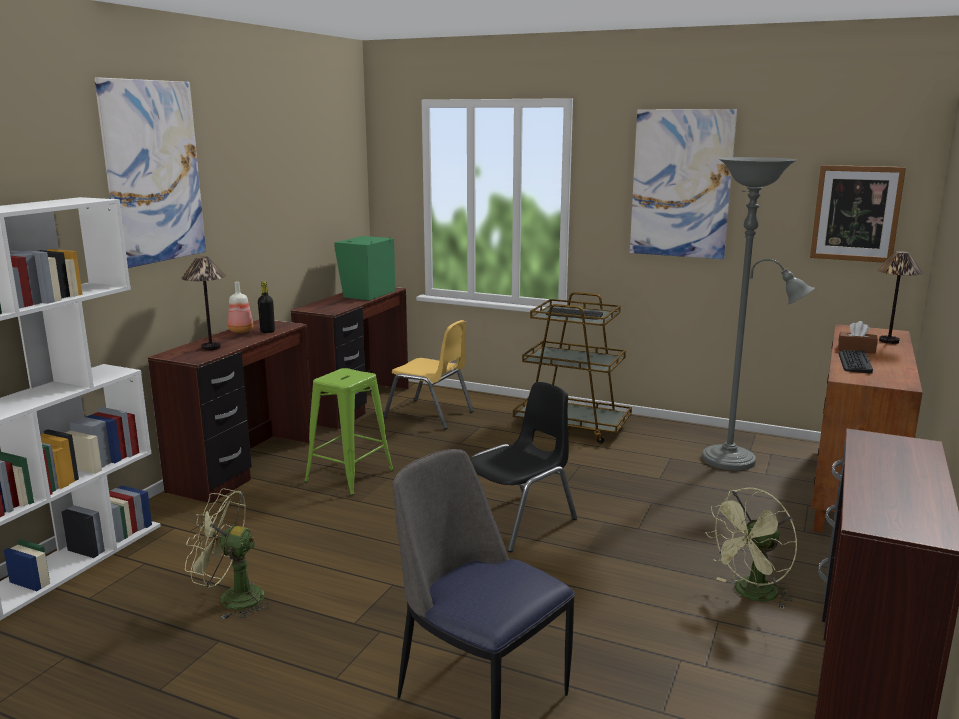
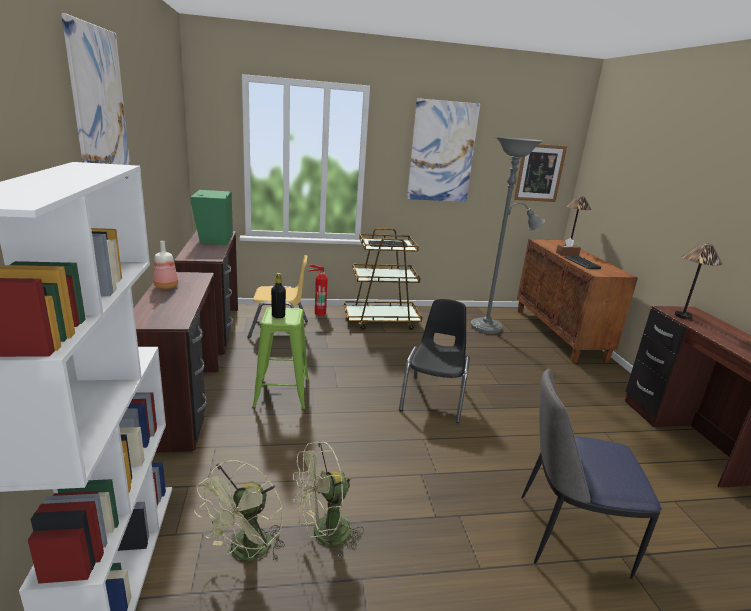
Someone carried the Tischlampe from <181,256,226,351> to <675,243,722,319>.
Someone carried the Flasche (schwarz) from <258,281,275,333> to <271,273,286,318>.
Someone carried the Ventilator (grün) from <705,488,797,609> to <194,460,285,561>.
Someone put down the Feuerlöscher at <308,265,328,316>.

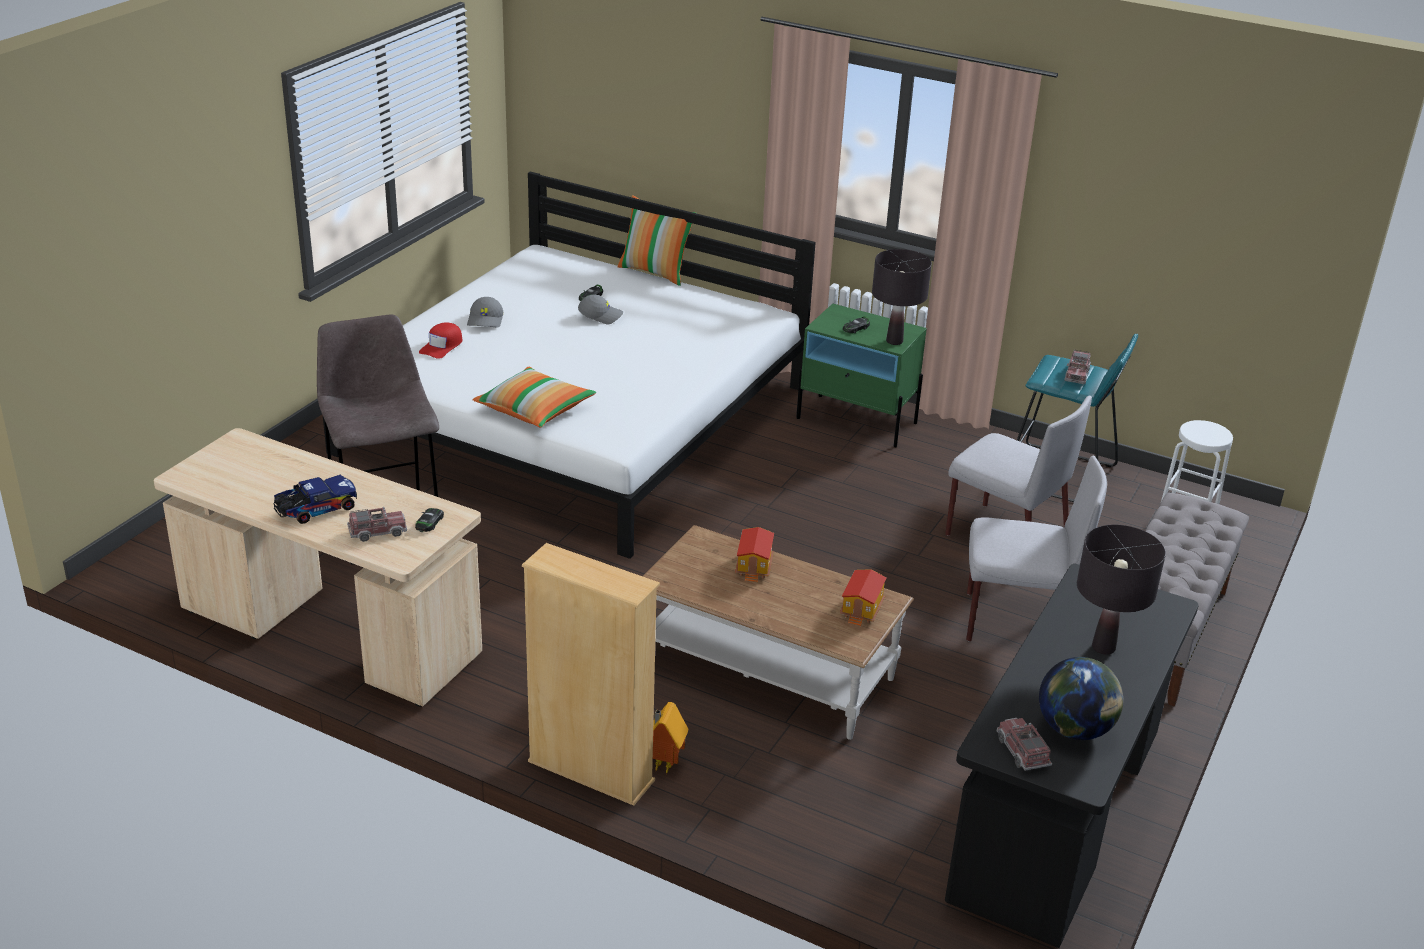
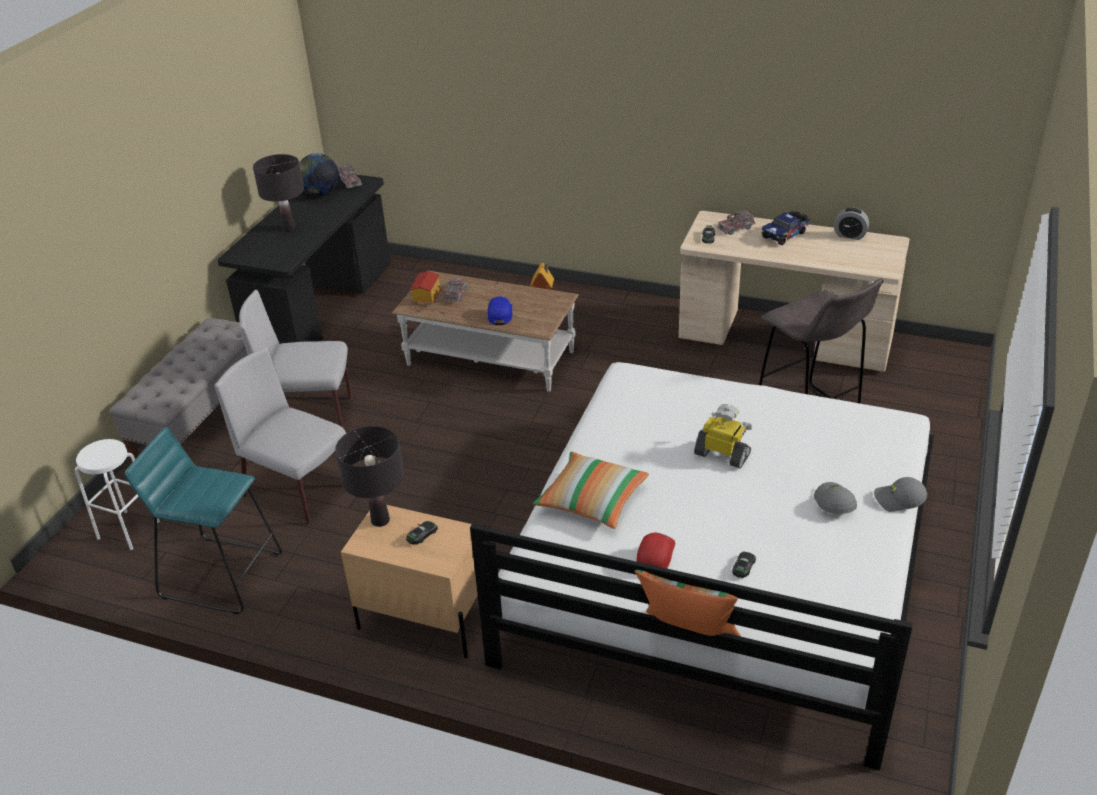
Someone carried the Kappe (rot) from <419,322,462,359> to <636,532,675,568>.
Someone carried the Kissen from <473,367,596,428> to <533,452,649,529>.
Someone took away the Bücherregal (beige) at <522,543,660,806>.
Someone carried the Kappe (grau) from <578,295,623,325> to <874,477,927,512>.
Someone swapped the Spielzeughaus at <735,527,774,582> for the Kappe (blau) at <488,296,512,325>.
Someone repainted the Nachttisch (grün) at <796,304,927,447>, which became the Nachttisch (beige) at <341,505,478,658>.
Someone carried the Spielzeuglaster from <1065,350,1091,384> to <443,278,467,301>.
Someone put down the Spielzeugroboter at <694,404,752,468>.
Someone put down the Wecker at <834,208,869,240>.

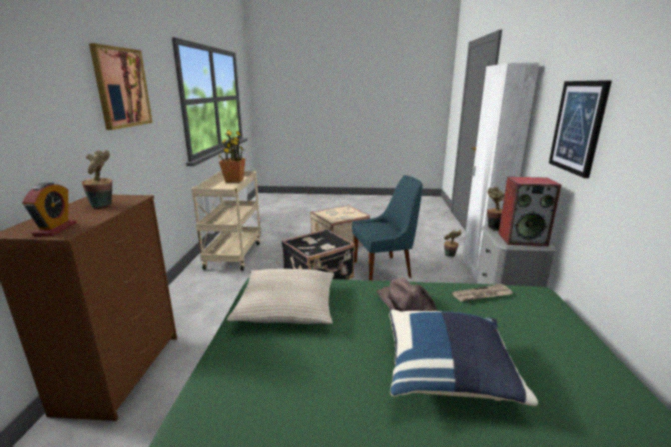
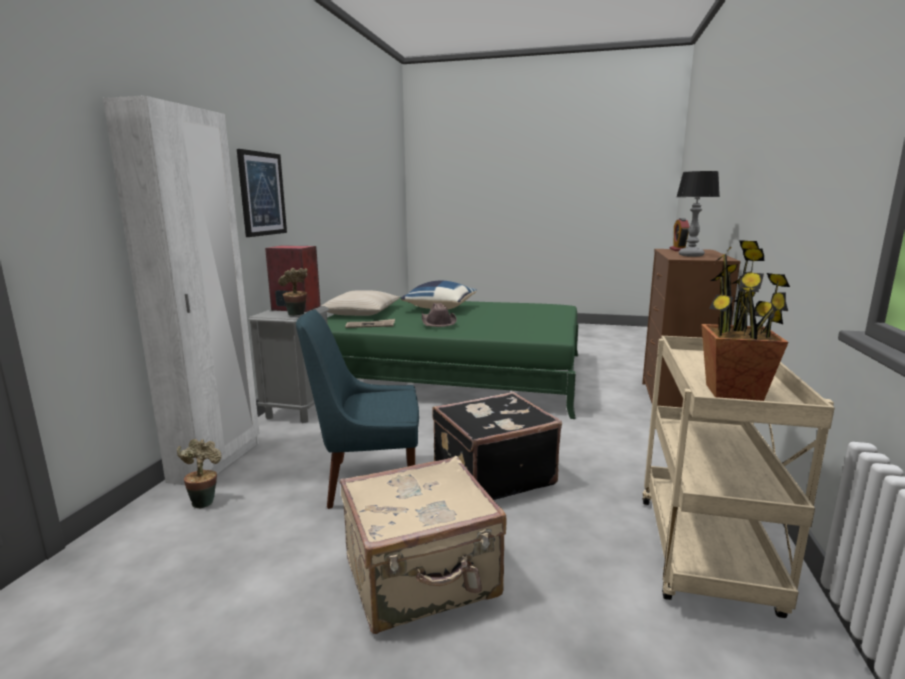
Someone swapped the Topfpflanze at <82,150,112,208> for the Tischlampe at <677,171,720,257>.
Someone took away the Bild at <89,43,153,130>.
Someone carried the Kissen (beige) from <227,269,334,324> to <321,290,400,316>.

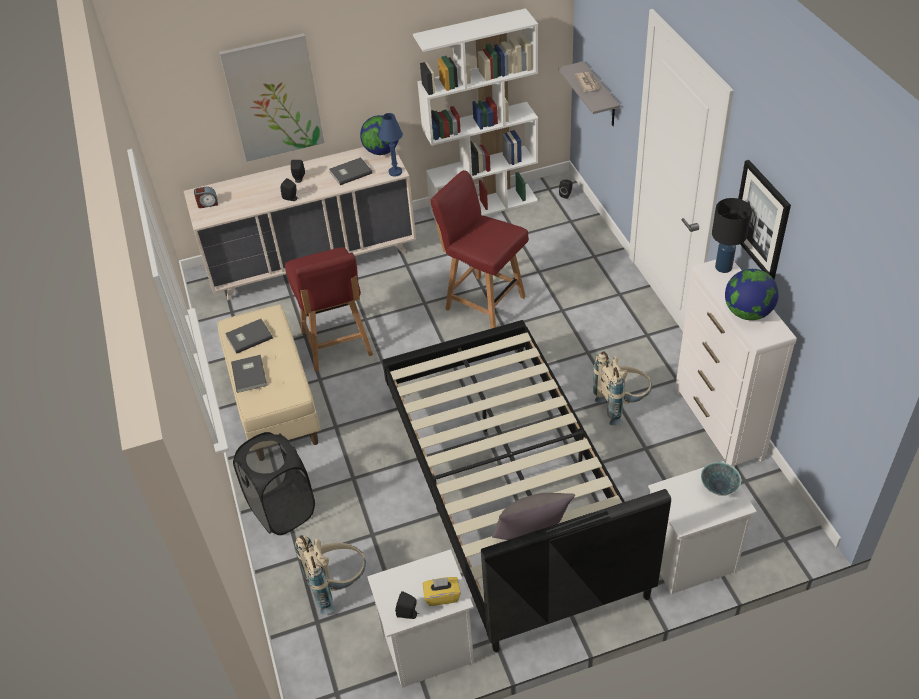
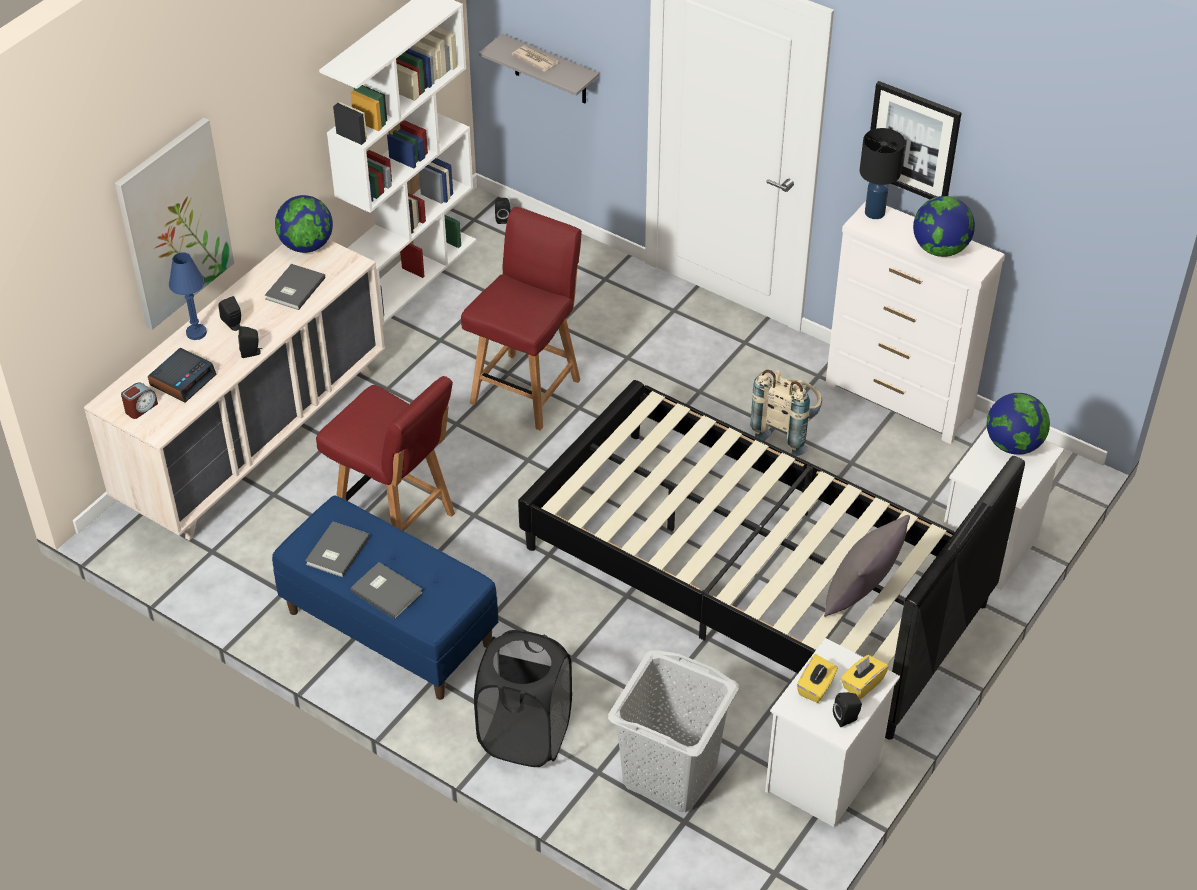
Someone repainted the Bank (beige) at <217,305,320,445>, which became the Bank (blau) at <272,495,498,700>.
Someone swapped the Rucksack (beige) at <295,535,366,615> for the Wäschekorb (grau) at <608,649,739,812>.
Someone carried the Tischlampe (blau) from <379,113,403,176> to <169,252,207,340>.
Someone rotated the Stuhl (rot) at <430,170,529,329> by 120 degrees clockwise.
Someone swapped the Schüssel at <701,462,741,496> for the Globus at <987,393,1050,455>.
Someone put down the Wecker at <148,348,216,403>.
Someone put down the Taschentuchbox (gelb) at <797,654,838,703>.

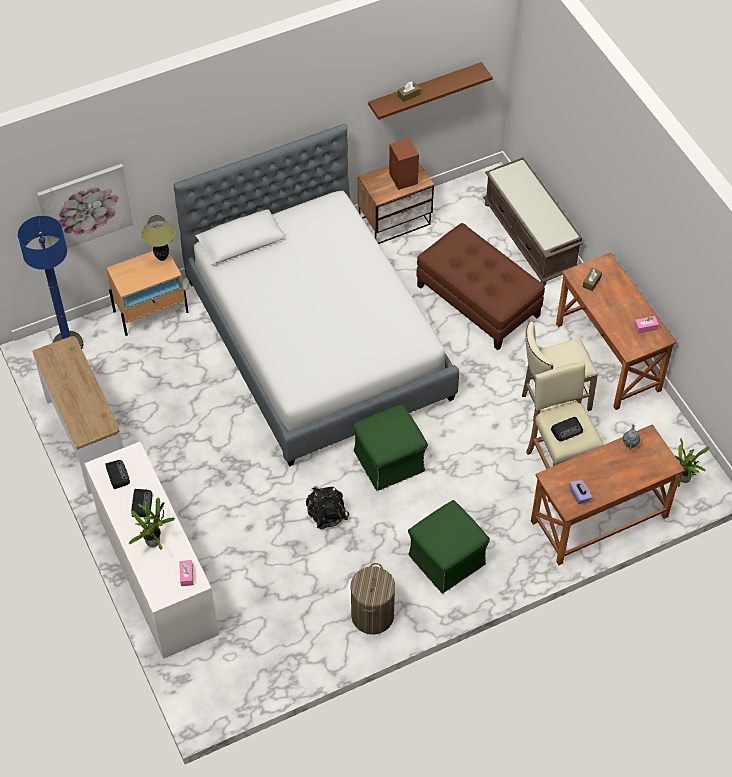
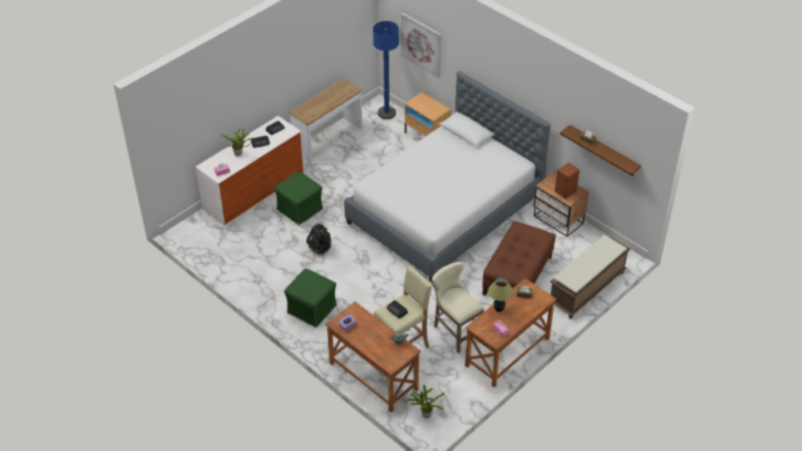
Someone carried the Tischlampe from <141,215,175,261> to <488,278,513,312>.
Someone took away the Wäschekorb at <351,563,395,634>.
Someone carried the Polsterhocker (grün) from <352,404,428,491> to <274,171,323,225>.

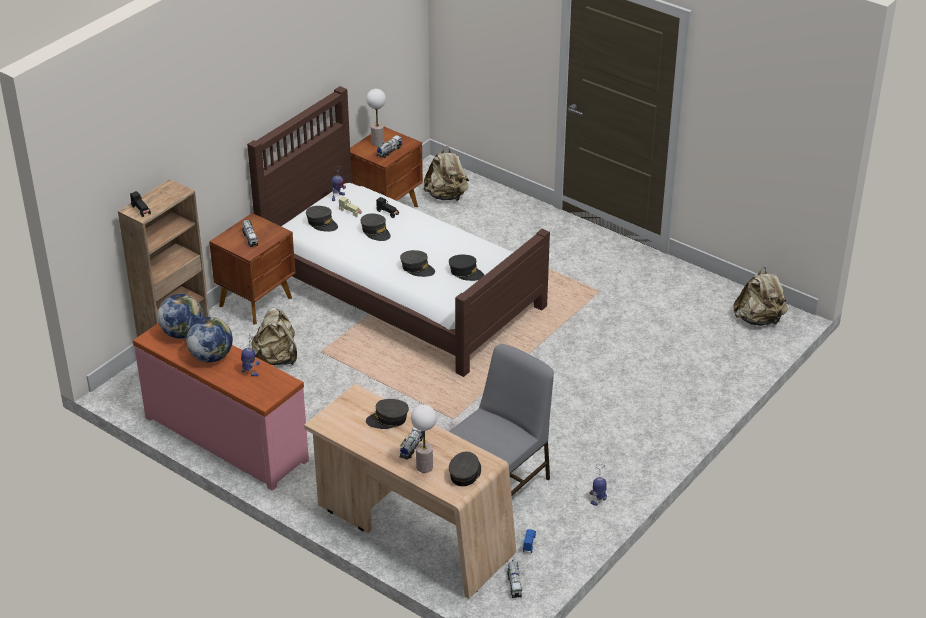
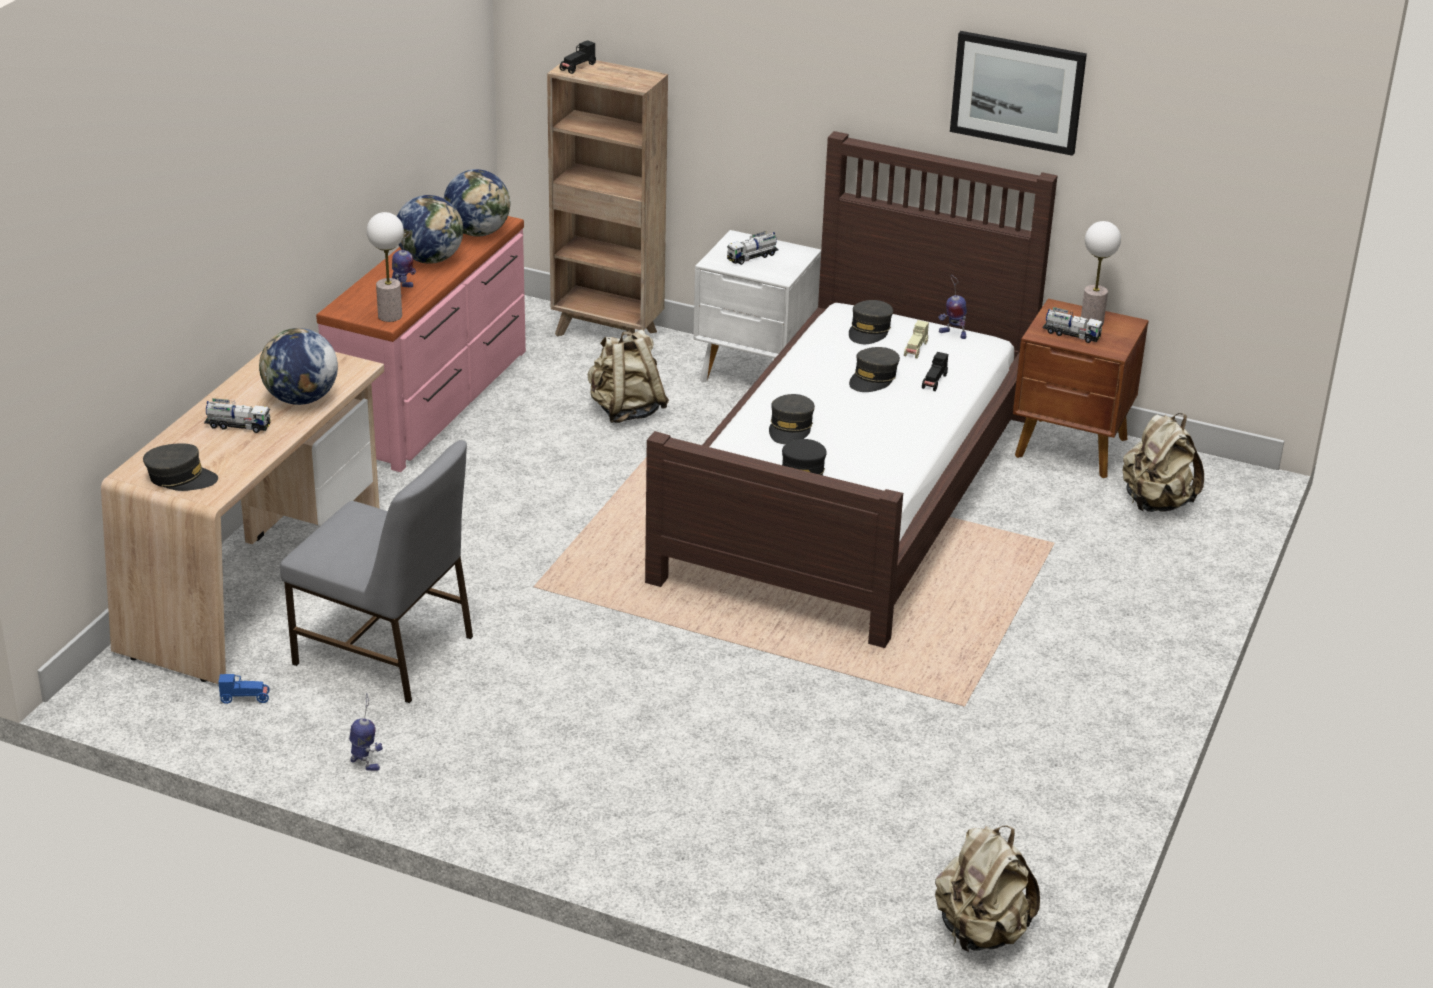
Someone repainted the Nachttisch (braun) at <209,213,296,324>, which became the Nachttisch (weiß) at <693,230,821,382>.
Someone swapped the Kappe (grau) at <366,399,409,429> for the Globus at <259,328,338,405>.
Someone carried the Tischlampe from <411,405,437,473> to <367,212,404,322>.
Someone took away the Spielzeuglaster at <507,560,522,598>.
Someone put up the Bild at <950,31,1087,156>.

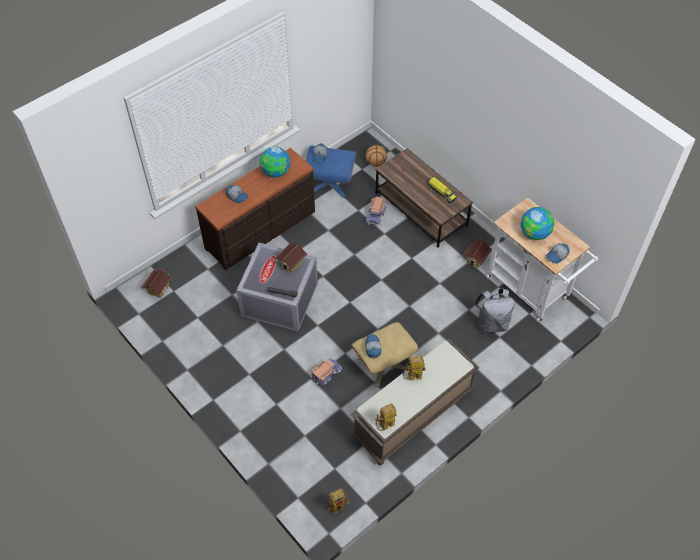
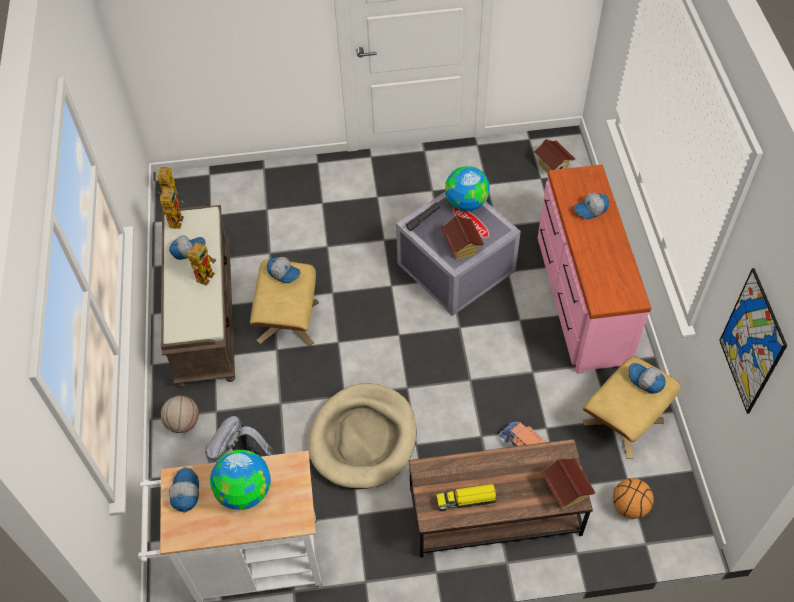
Someone repainted the Kommode (braun) at <195,148,315,270>, which became the Kommode (rosa) at <538,165,651,374>.
Someone carried the Globus from <260,147,290,177> to <445,166,490,211>.
Someone repainted the Polsterhocker (blau) at <306,146,357,198>, which became the Polsterhocker (beige) at <582,356,680,459>.
Someone took away the Spielzeuglaster at <311,359,342,386>.
Someone carried the Spielzeughaus from <463,240,492,268> to <541,457,595,509>.
Someone put down the Basketball at <161,396,199,433>.
Someone put down the Kappe at <169,235,205,260>.
Someone put down the Hundebett (beige) at <308,383,417,489>.
Someone put up the Bild at <719,268,787,414>.

